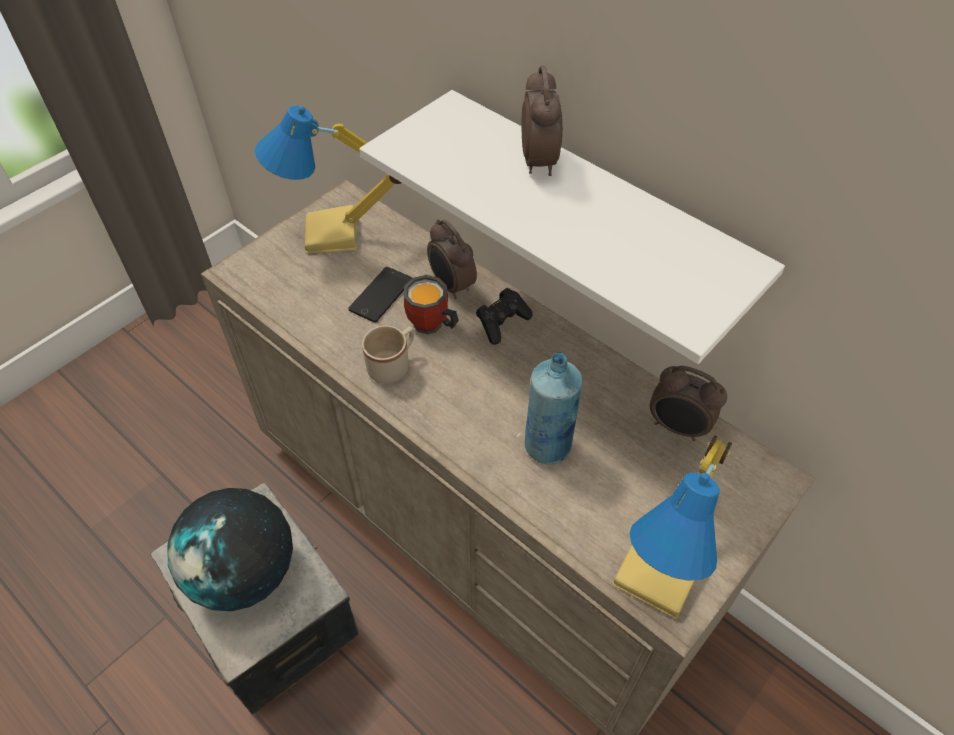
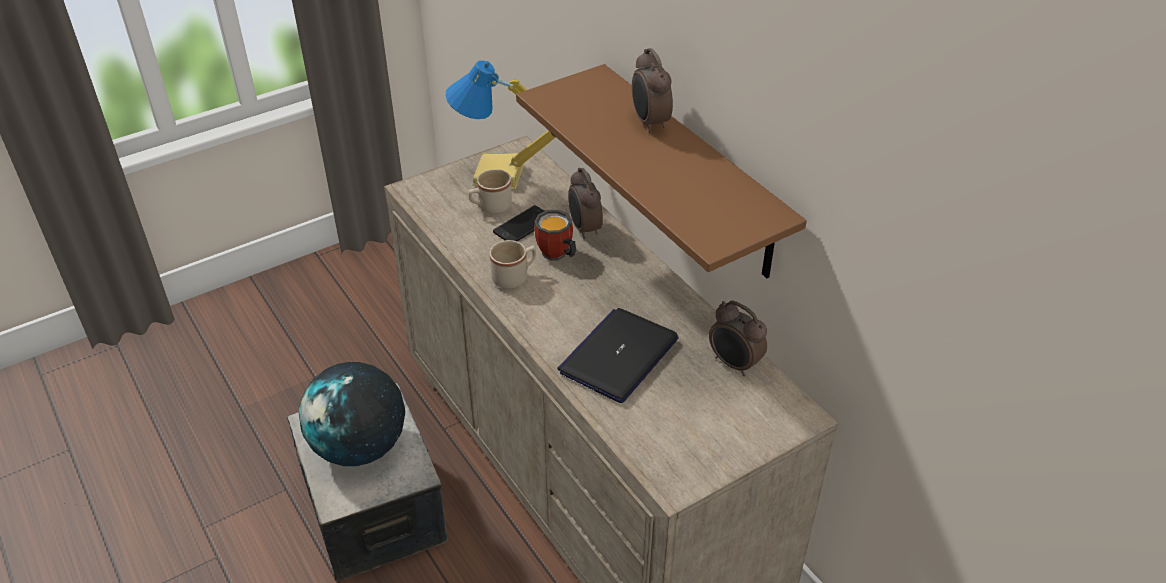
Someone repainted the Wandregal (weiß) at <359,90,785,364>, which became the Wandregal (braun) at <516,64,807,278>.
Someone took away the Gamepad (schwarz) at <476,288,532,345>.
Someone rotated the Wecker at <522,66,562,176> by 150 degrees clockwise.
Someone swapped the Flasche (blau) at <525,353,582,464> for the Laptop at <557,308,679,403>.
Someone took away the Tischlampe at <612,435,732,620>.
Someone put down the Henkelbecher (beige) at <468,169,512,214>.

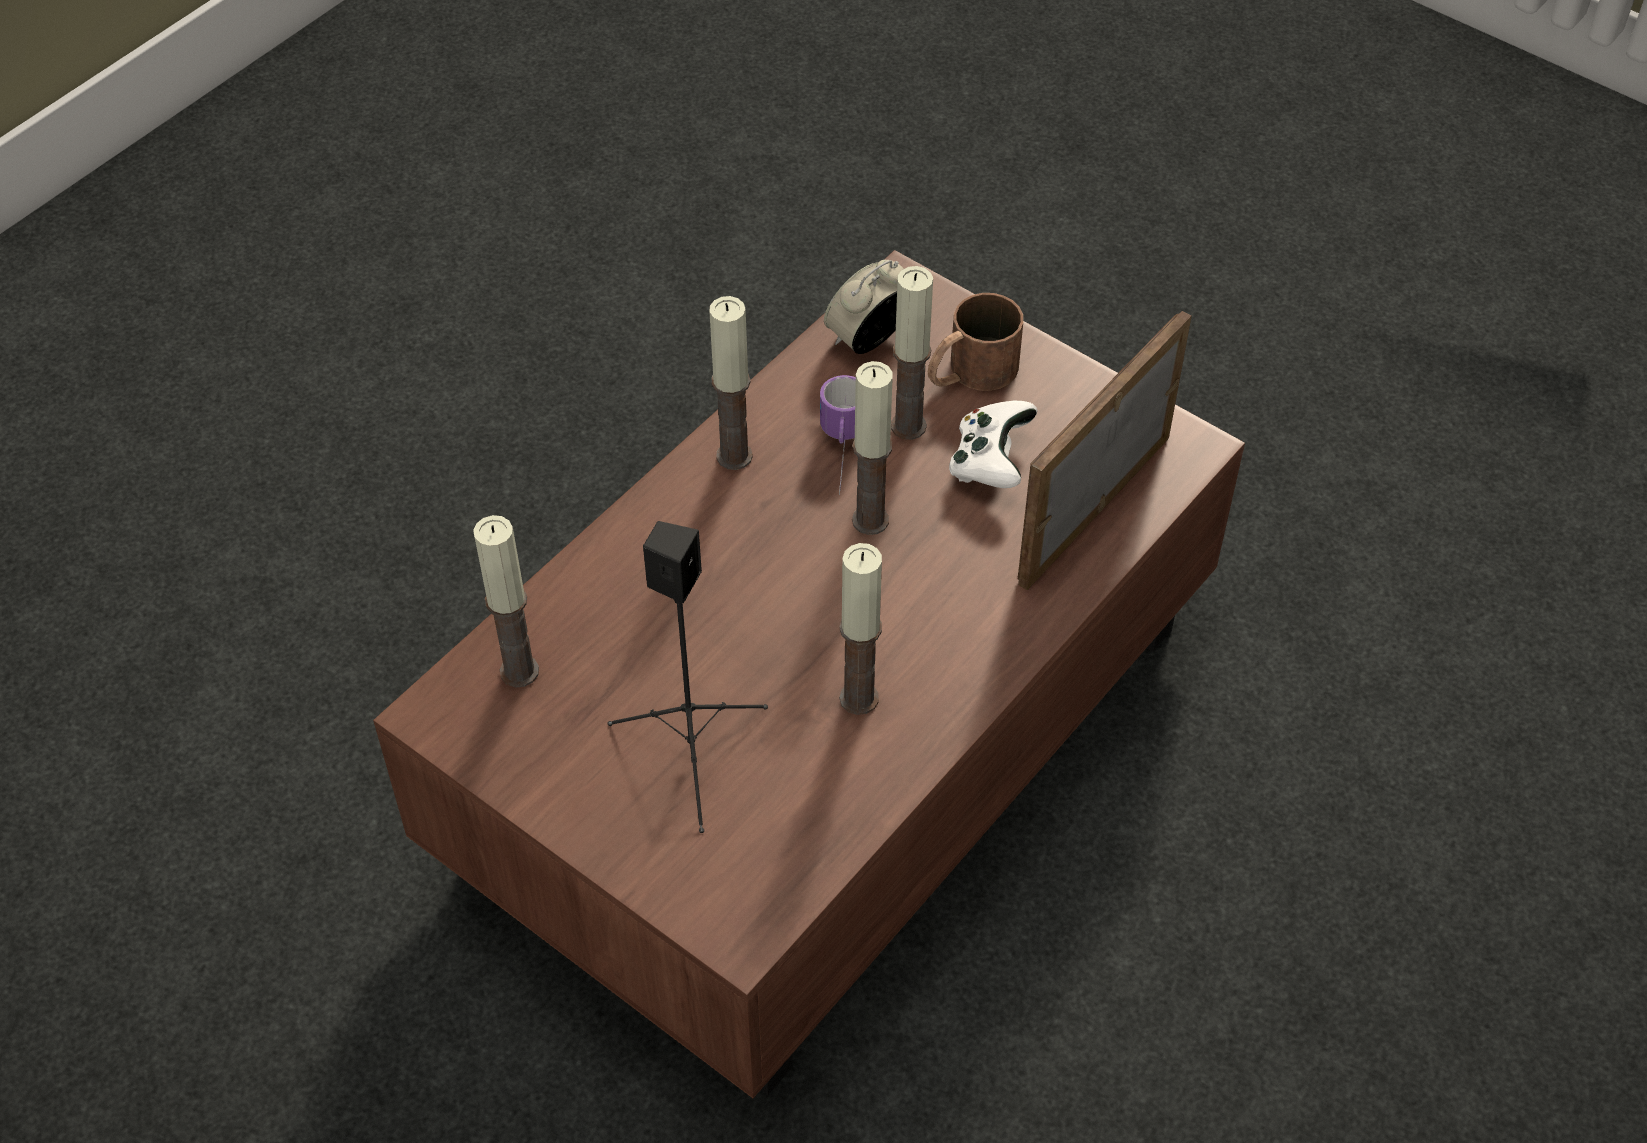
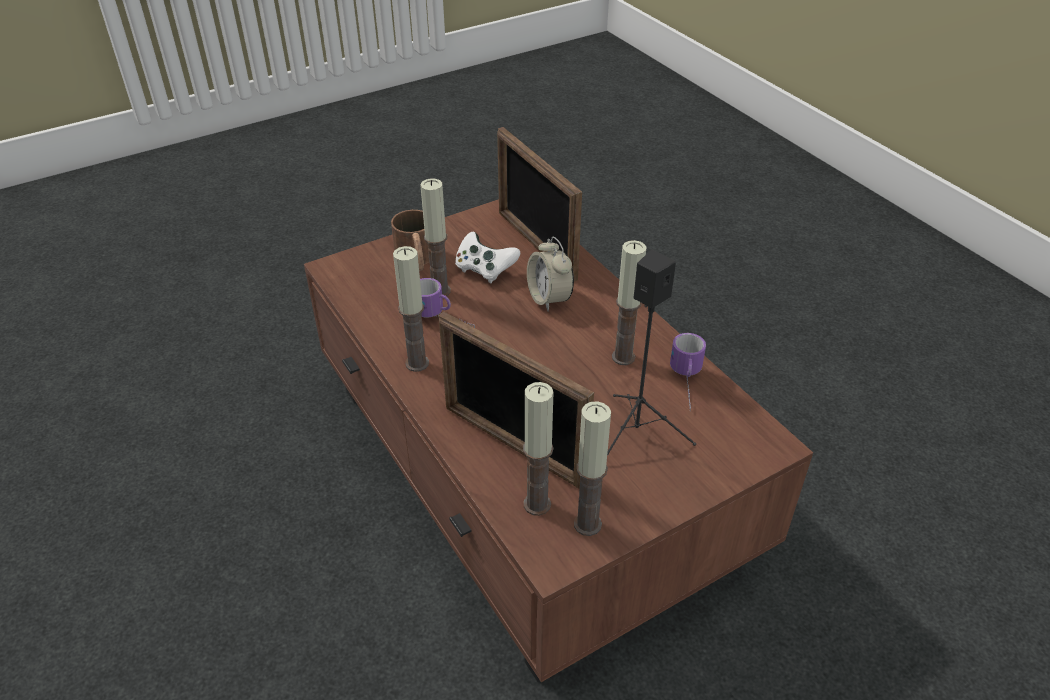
Someone carried the Wecker from <824,260,904,354> to <527,236,574,312>.
Someone carried the Kerze from <852,361,893,535> to <574,401,611,536>.
Someone put down the Bilderrahmen at <438,311,594,488>.
Someone put down the Henkelbecher at <670,333,706,411>.

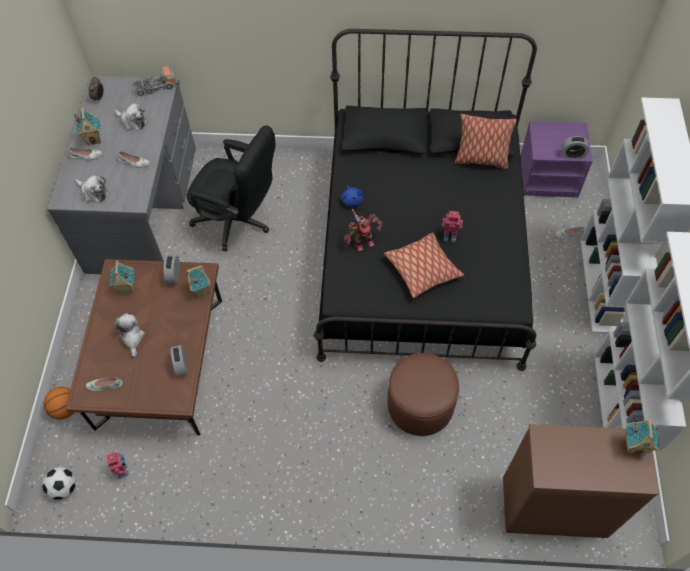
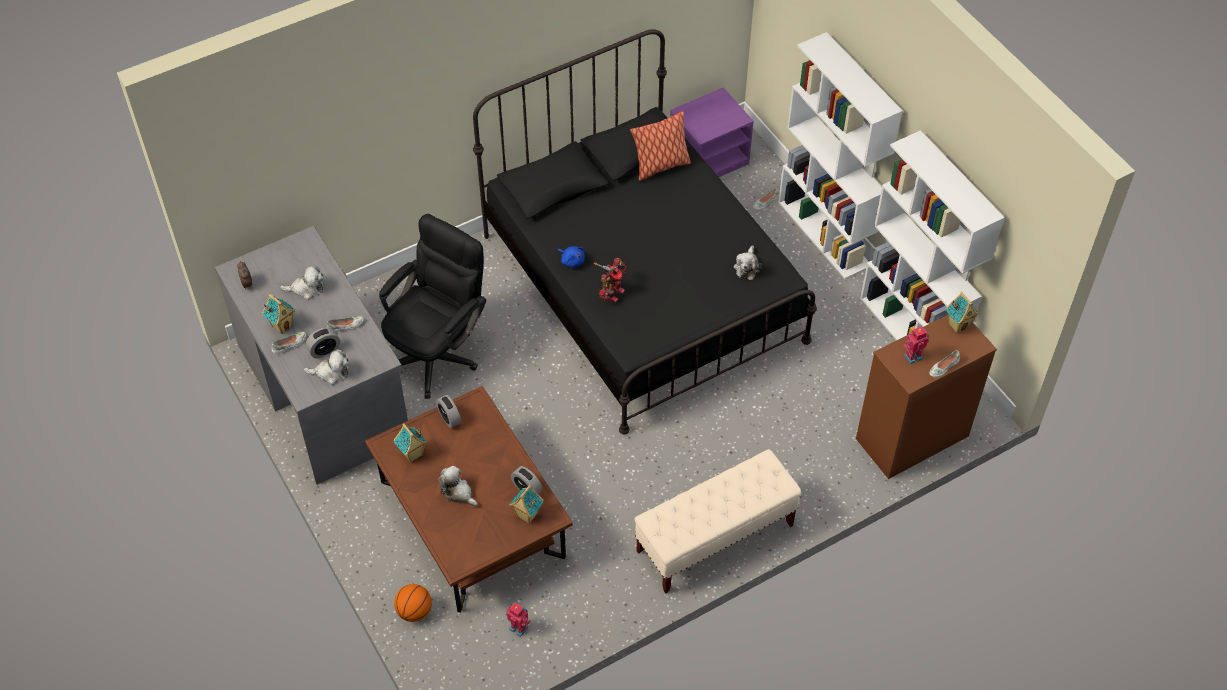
Someone took away the Fußball at <42,467,76,500>.
Someone carried the Schuh (weiß) from <86,378,123,391> to <929,351,960,378>.
Someone took away the Spielzeuglaster at <132,66,177,96>.
Someone carried the Spielzeughaus from <185,265,211,297> to <510,484,544,524>.
Someone rotated the Bürostuhl (schwarz) at <186,126,276,251> by 45 degrees counterclockwise.
Someone took away the Kissen at <384,232,464,299>.
Someone took away the Polsterhocker (braun) at <387,353,459,436>.
Someone carried the Spielzeugroboter from <442,211,463,242> to <903,326,929,364>.
Someone carried the Wecker from <561,136,589,159> to <306,328,340,359>.
Someone put down the Bank (beige) at <635,449,801,594>.
Someone put down the Plüschtier at <734,245,762,280>.

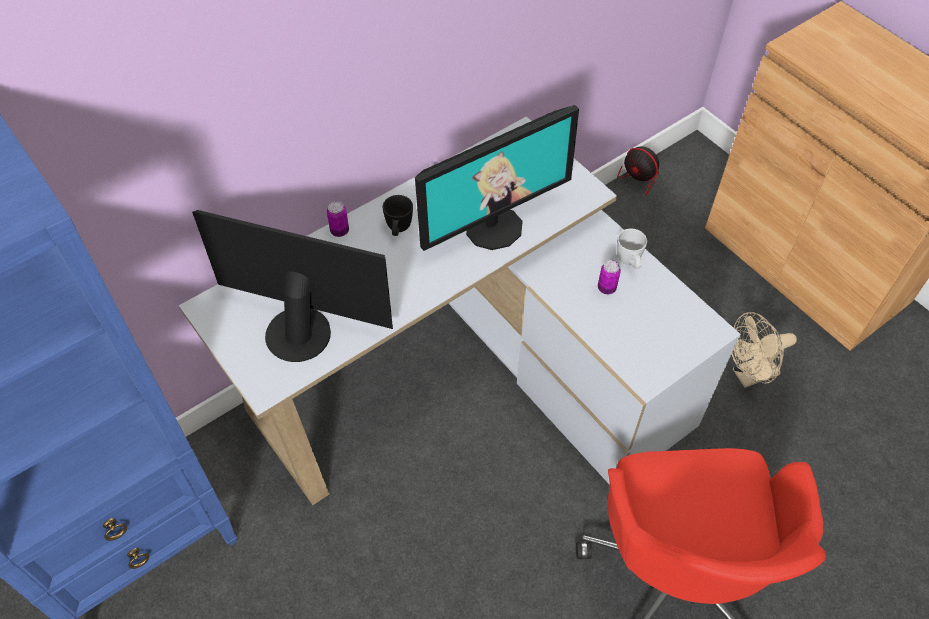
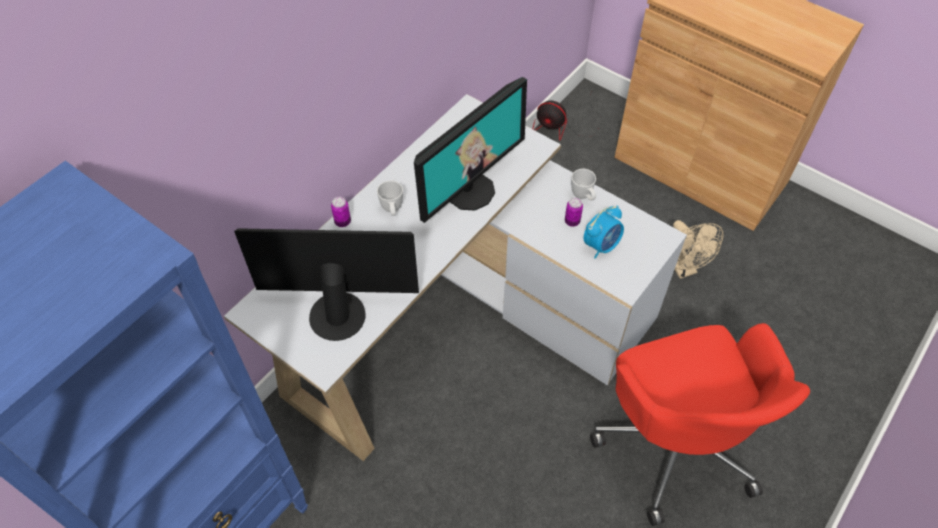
Someone repainted the Henkelbecher (schwarz) at <383,195,413,236>, which became the Henkelbecher (weiß) at <377,180,403,216>.
Someone rotated the Ventilator (beige) at <732,312,797,388> by 75 degrees counterclockwise.
Someone put down the Wecker at <584,205,624,259>.

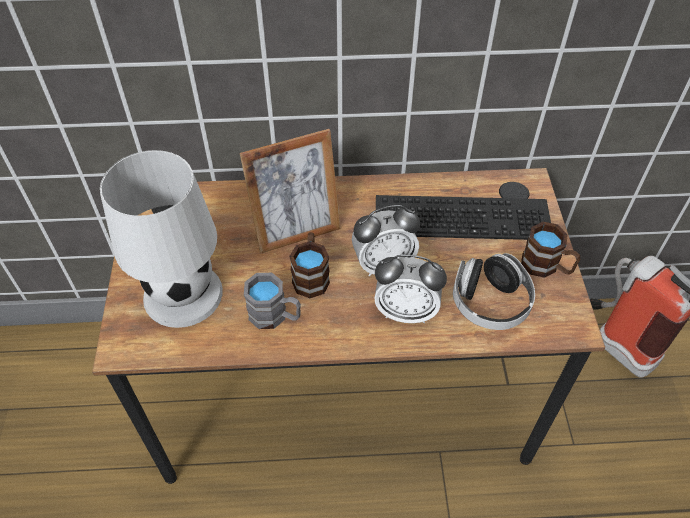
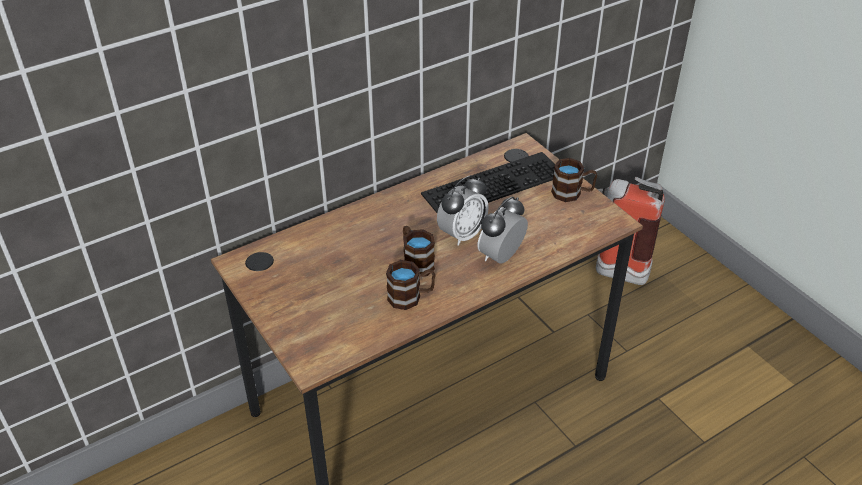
Someone took away the Tischlampe (weiß) at <100,150,223,328>.
Someone took away the Bilderrahmen at <240,129,340,253>.
Someone repainted the Henkelbecher (grau) at <244,273,301,329>, which became the Henkelbecher (braun) at <386,260,435,310>.
Someone rotated the Wecker at <374,255,447,323> by 150 degrees clockwise.
Someone took away the Kopfhörer at <453,253,535,330>.

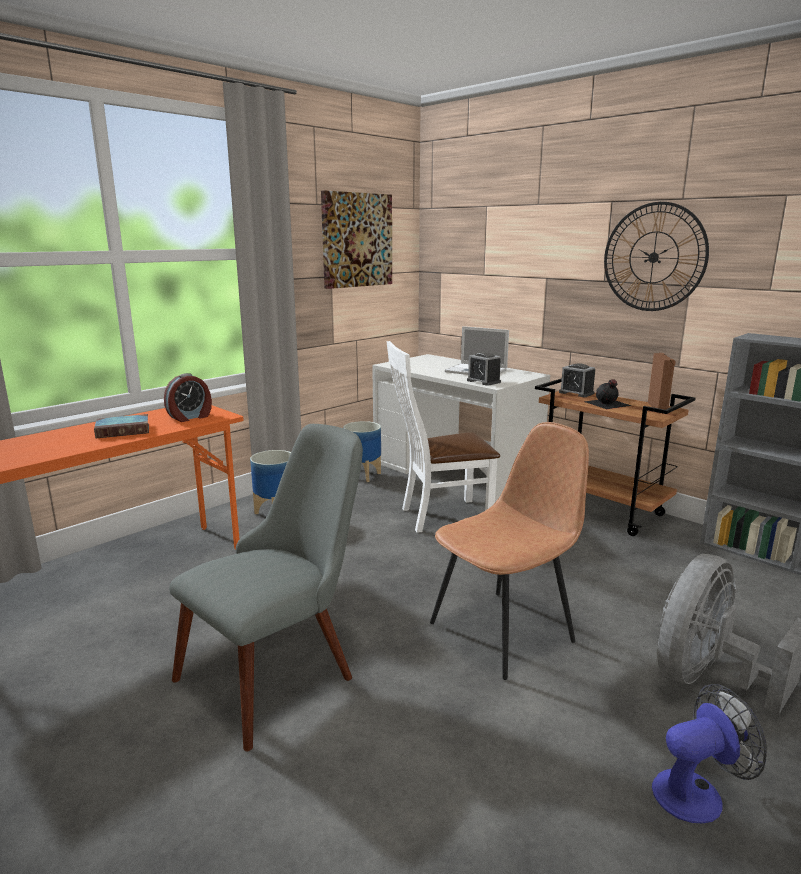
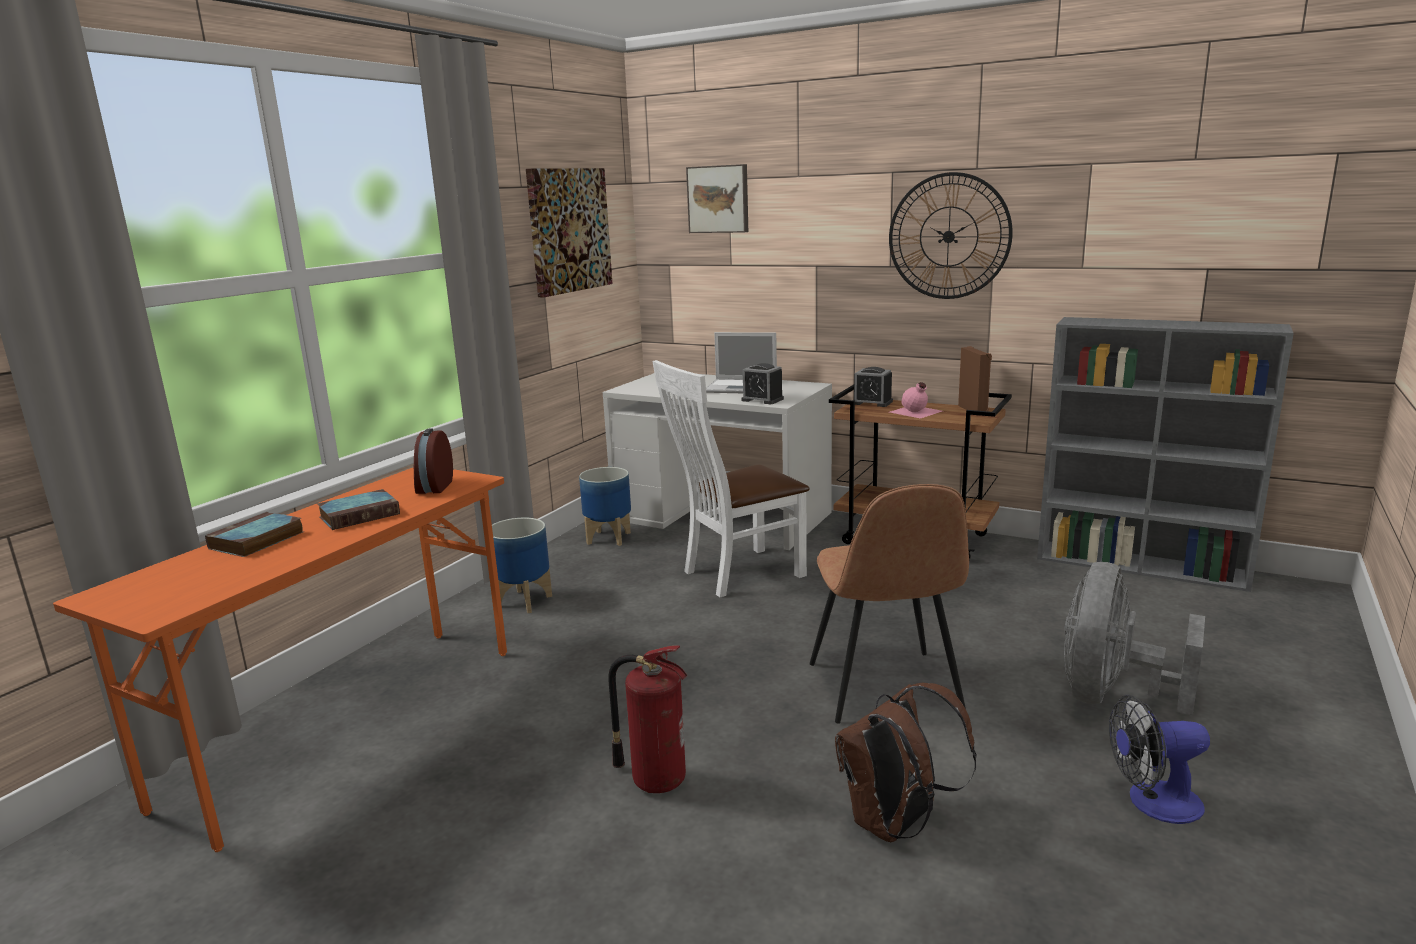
Someone rotated the Wecker at <164,373,212,422> by 150 degrees clockwise.
Someone swapped the Stuhl (grau) at <169,424,363,751> for the Feuerlöscher at <608,645,687,793>.
Someone rotated the Stuhl (braun) at <430,422,589,680> by 135 degrees clockwise.
Someone repainted the Flasche (schwarz) at <585,379,632,409>, which became the Flasche (rosa) at <890,382,942,418>.
Someone rotated the Ventilator at <652,684,767,823> by 150 degrees counterclockwise.
Someone put down the Buch at <205,512,304,557>.
Someone put up the Bild at <686,164,748,233>.
Someone put down the Rucksack (braun) at <835,683,977,842>.

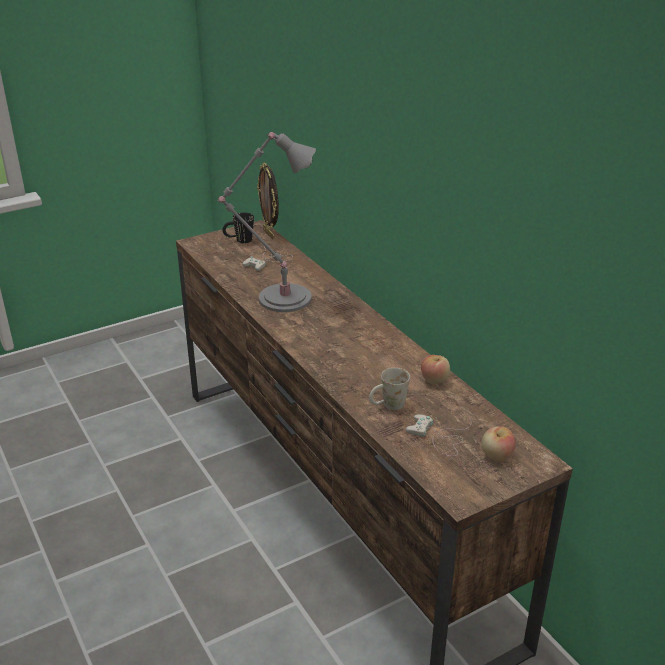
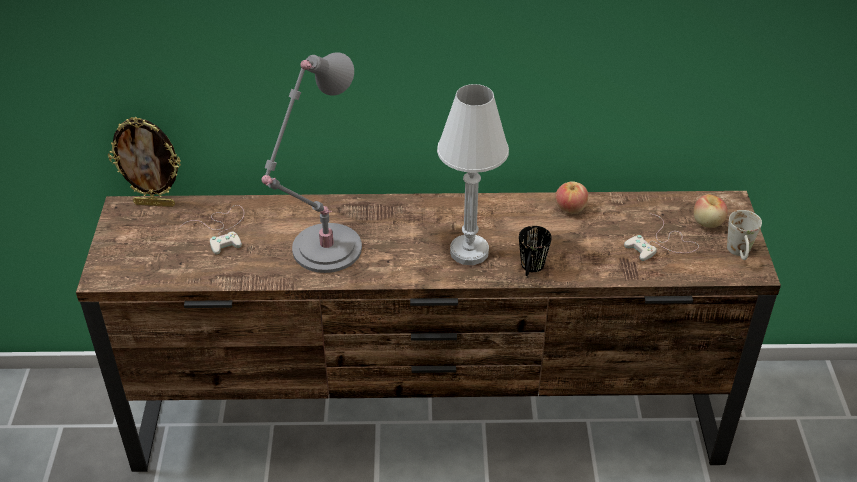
Someone carried the Henkelbecher (schwarz) from <222,212,254,243> to <519,226,552,276>.
Someone carried the Henkelbecher (weiß) from <369,368,410,410> to <727,210,762,260>.
Someone put down the Tischlampe (weiß) at <437,84,509,265>.

